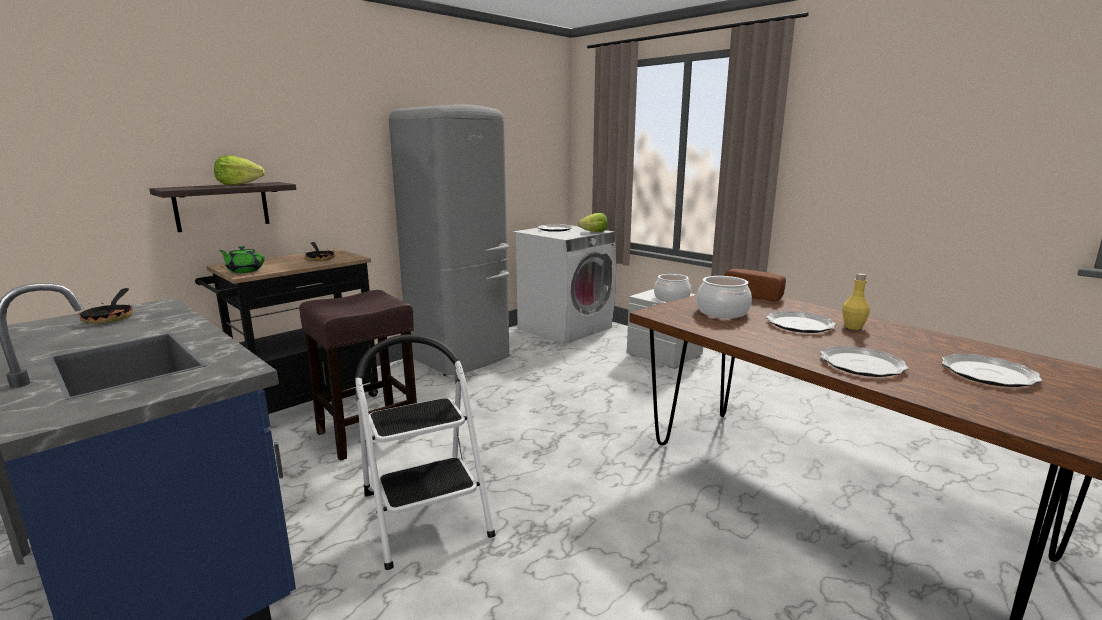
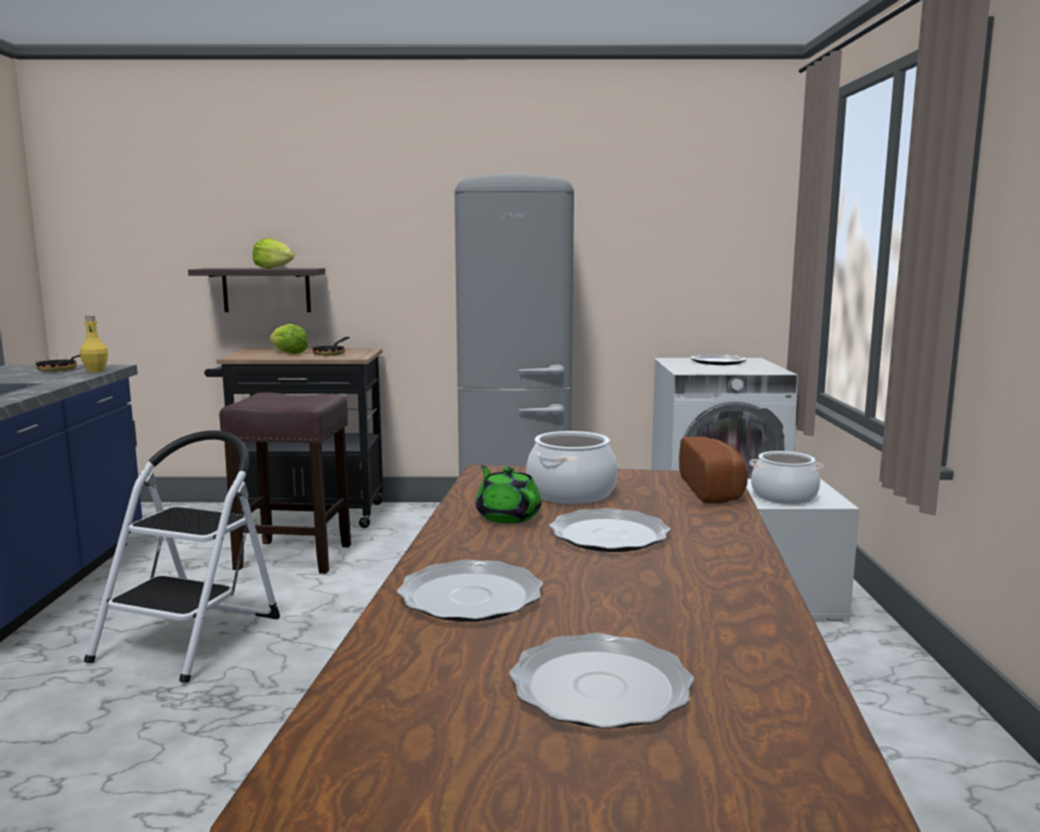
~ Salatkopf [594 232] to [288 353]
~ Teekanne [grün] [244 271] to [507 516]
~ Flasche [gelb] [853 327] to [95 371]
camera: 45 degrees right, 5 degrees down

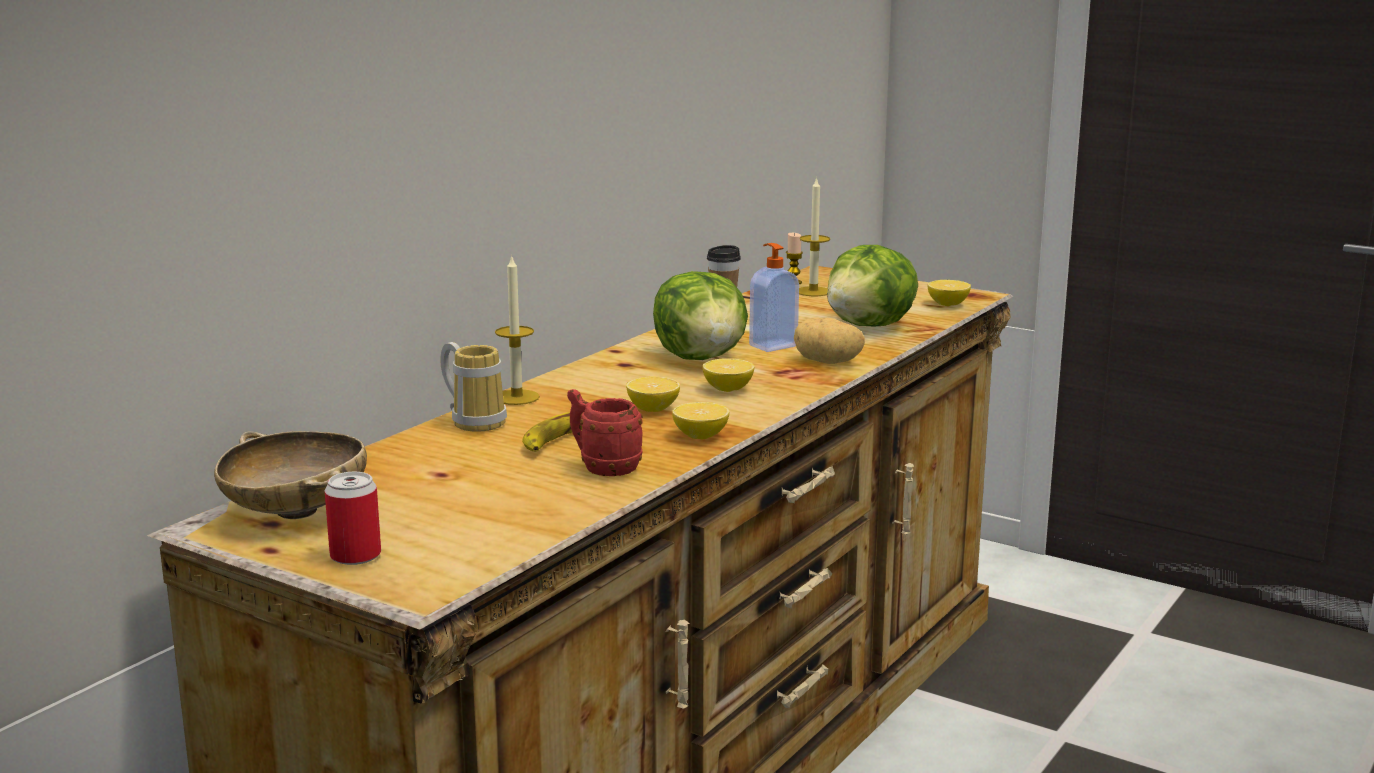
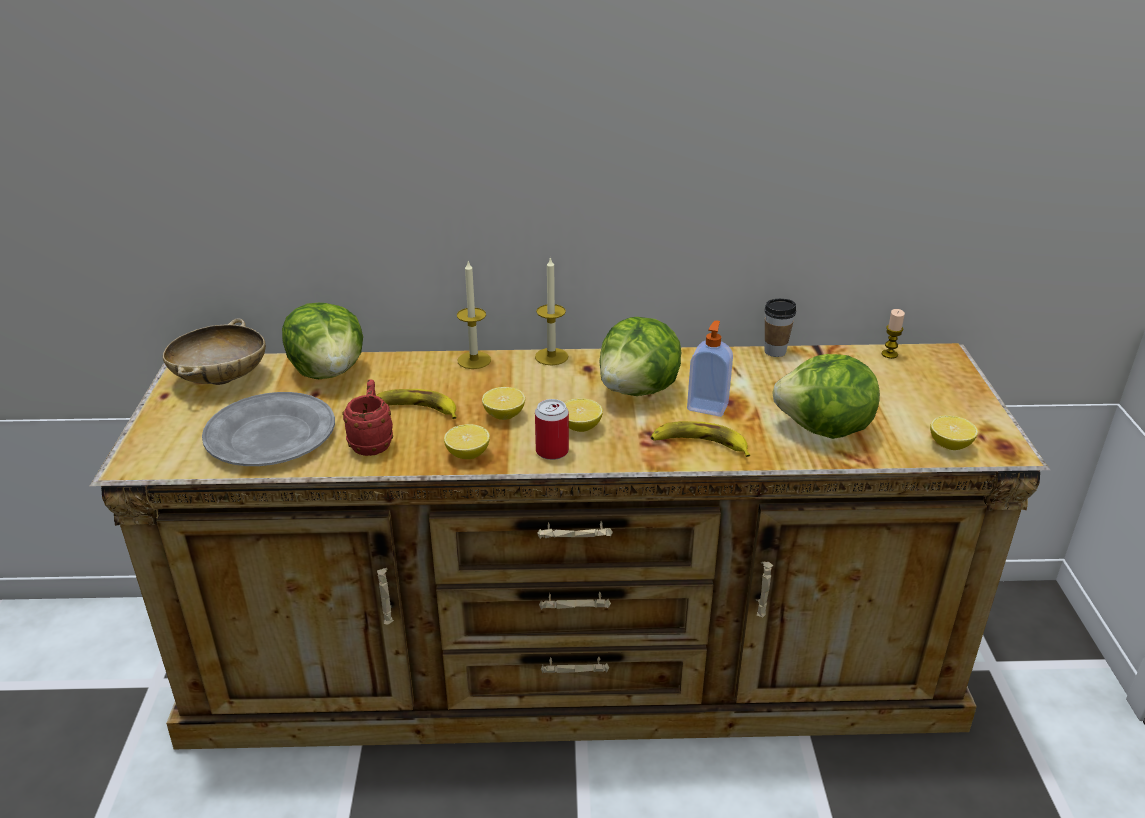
~ Kerze [813 291] to [551 356]
~ Kartoffel [827 362] to Banane [699 444]
- Henkelbecher [476 421]
~ Dose [355 556] to [552 451]
+ Salatkopf [329 372]
+ Teller [grau] [270 436]
camera: 55 degrees right, 15 degrees up

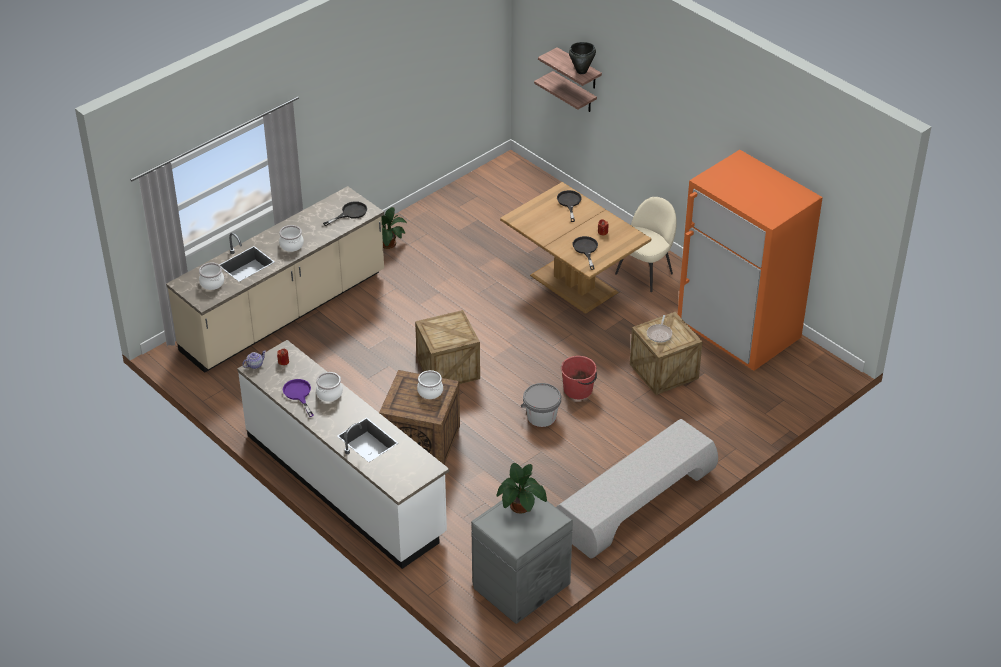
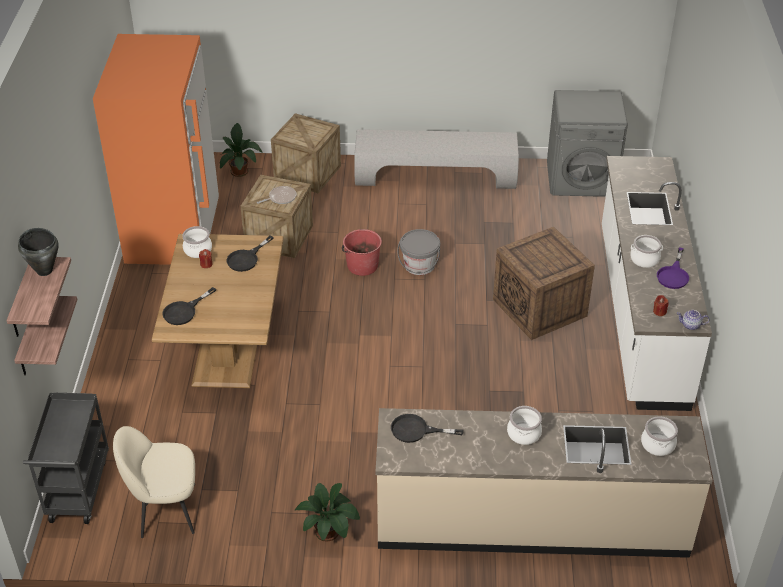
~ Stuhl [beige] [645 272] to [165 510]
~ Kiste [448 368] to [307 173]
~ Kochtopf [430 391] to [198 250]
~ Topfpflanze [520 507] to [240 170]
+ Rollwagen [grau] [78 493]
camera: 135 degrees left, 0 degrees up

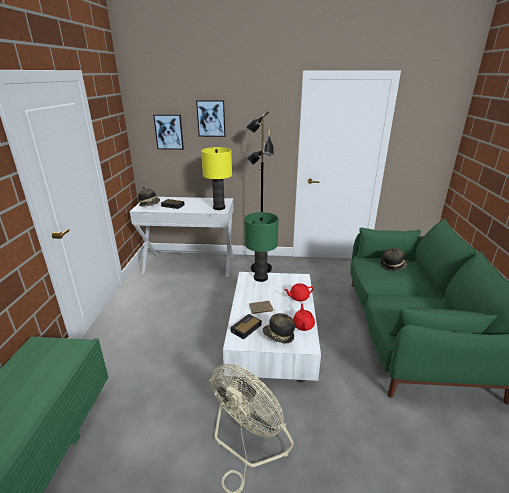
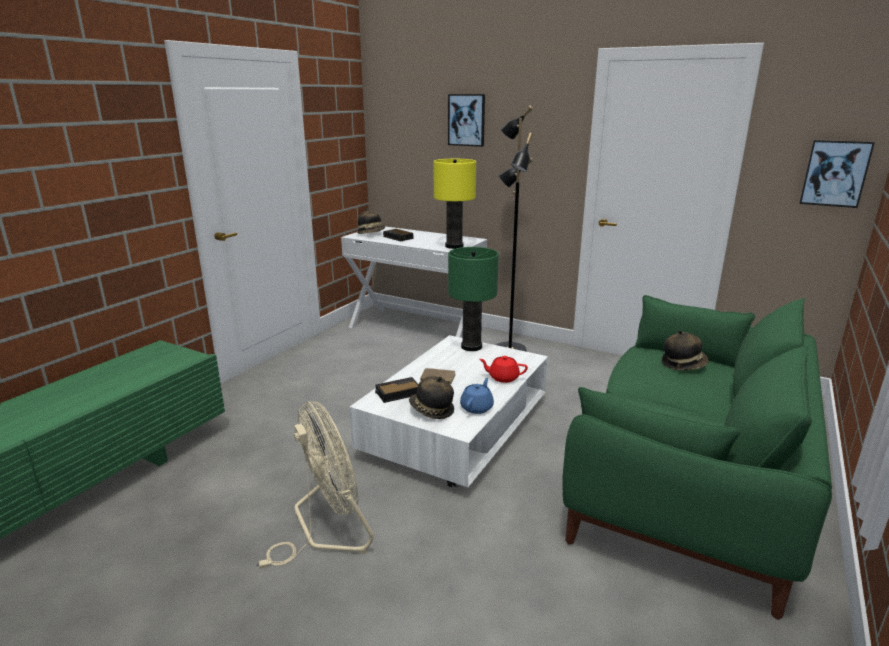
~ Bild [169 132] to [835 173]
~ Teekanne [rot] [303 325] to Teekanne [blau] [477 407]
camera: 25 degrees right, 5 degrees down

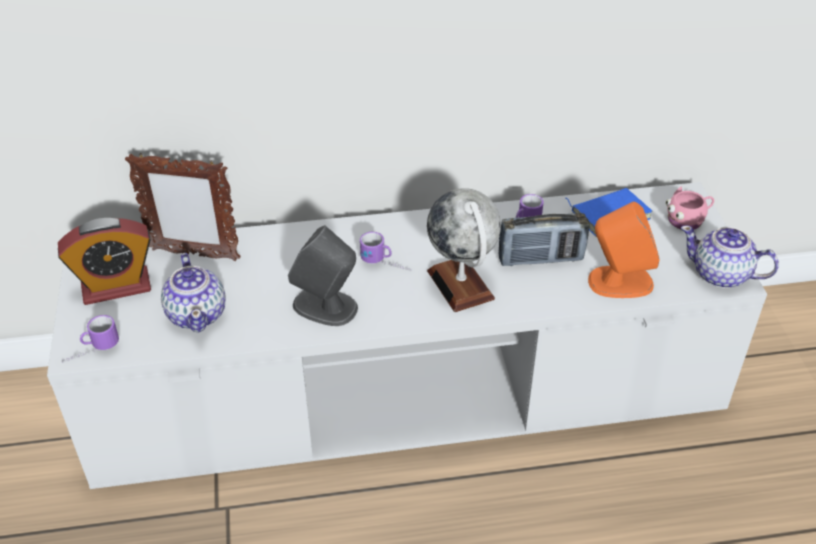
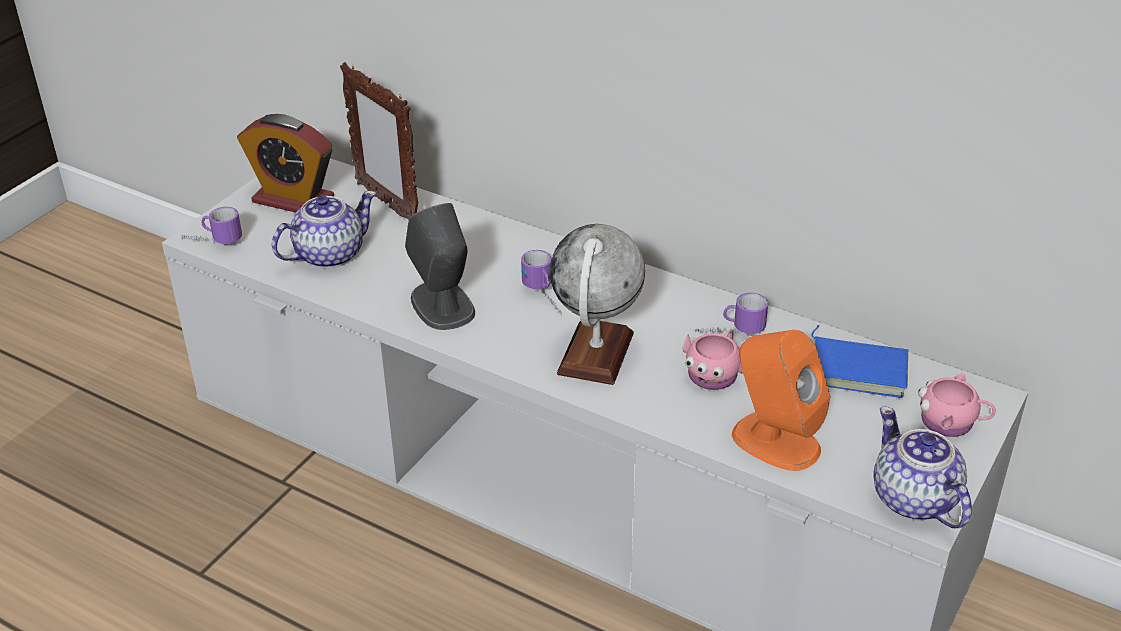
~ Radio [540 259] to Henkelbecher [rosa] [714 373]
~ Teekanne [197 314] = [328 254] 150 degrees counterclockwise
camera: 40 degrees right, 5 degrees down

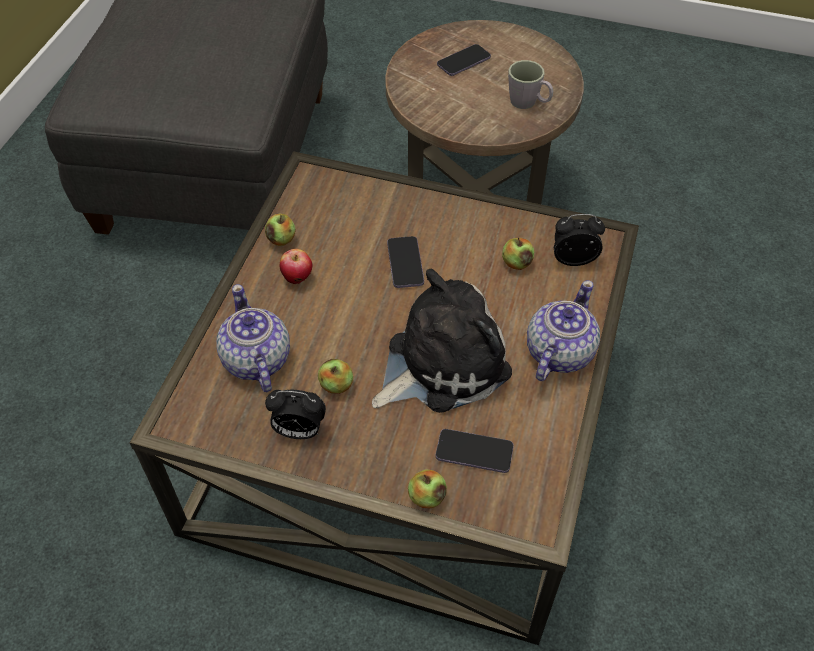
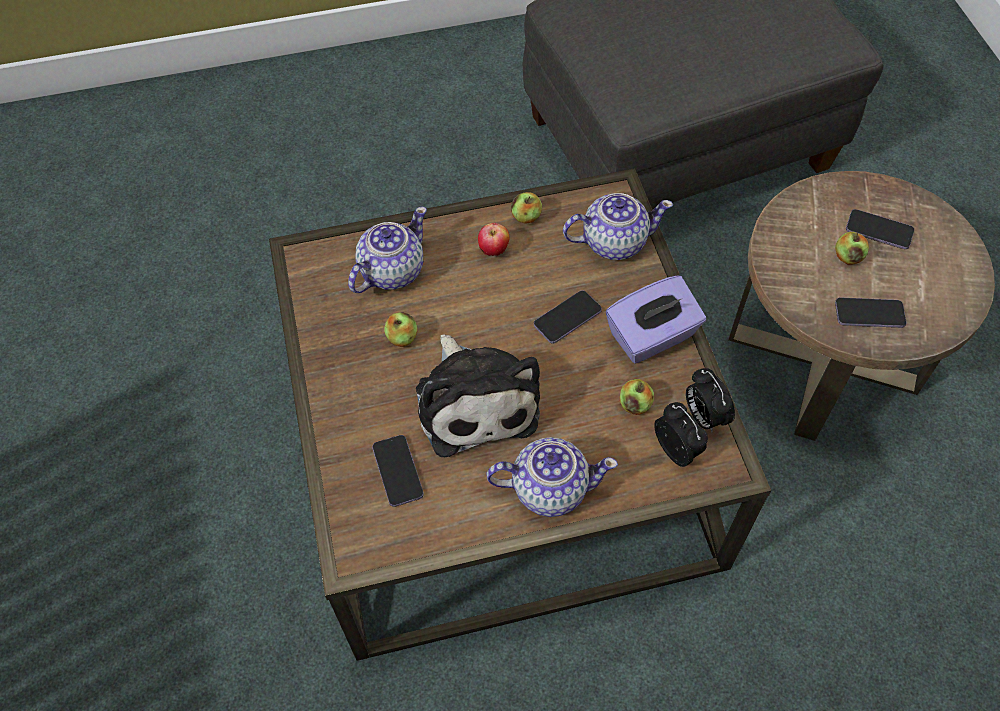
~ Henkelbecher [grau] [528 103] to Handy [869 314]
~ Plüschtier [440 363] = [475 400] 45 degrees clockwise
~ Wecker [298 431] to [704 416]
~ Apfel [427 497] to [847 257]
+ Teekanne [613 242]
+ Taschentuchbox [lila] [652 337]
camera: 60 degrees right, 5 degrees up

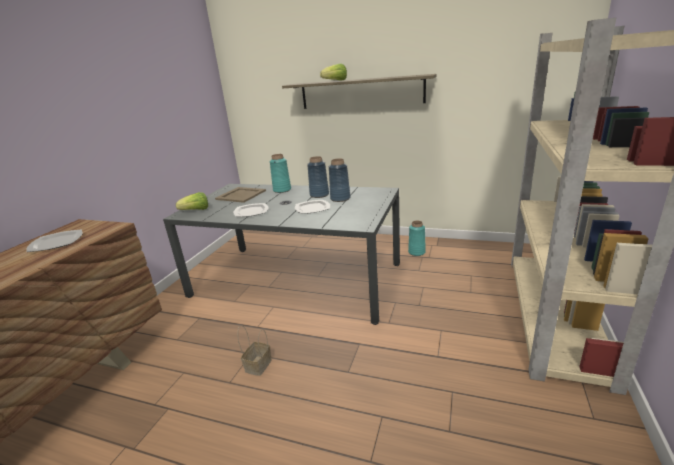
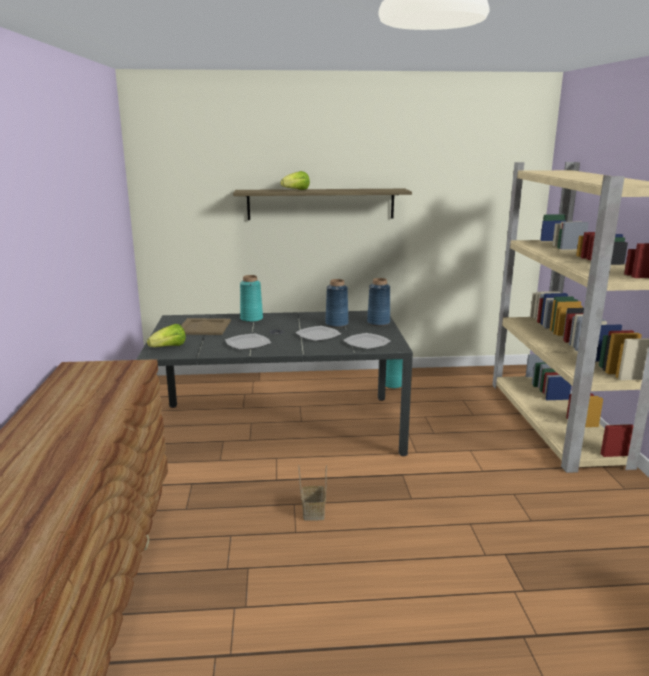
~ Vase [blau] [319 195] to [378 323]
~ Teller [56 242] to [366 343]
camera: 25 degrees left, 5 degrees down

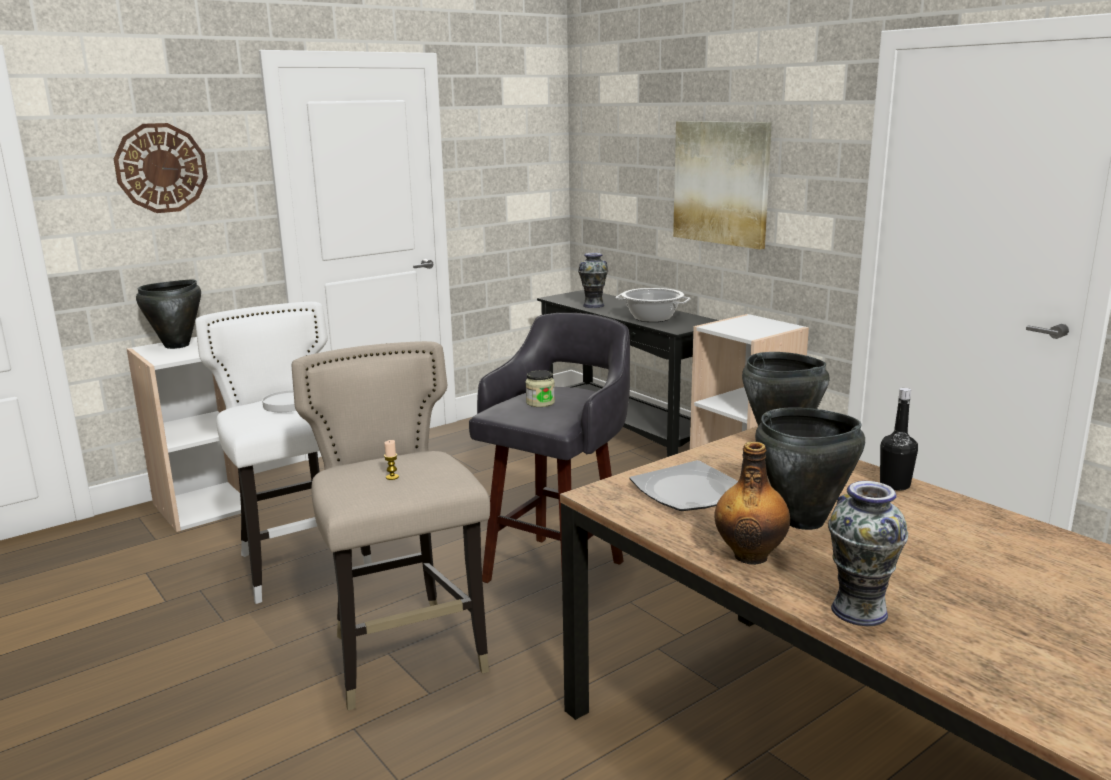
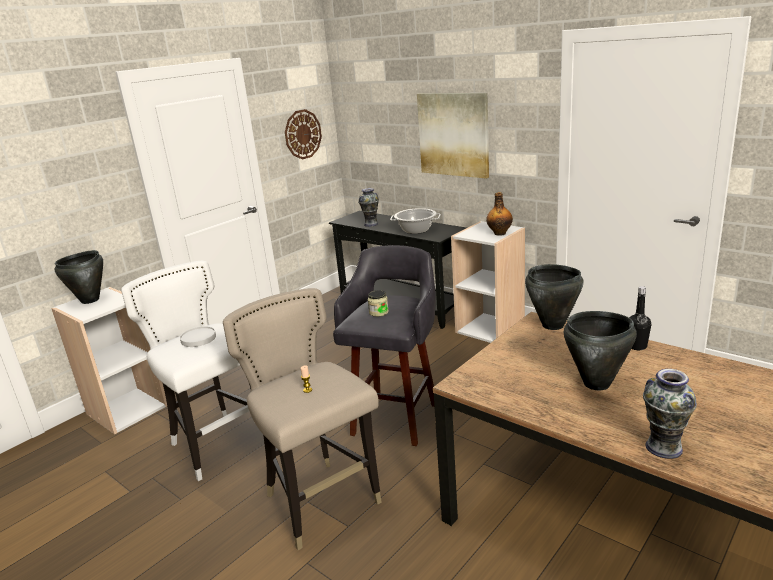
~ Wanduhr [161 168] to [302 134]
~ Flasche [750 555] to [499 233]
- Teller [688 491]
camera: 10 degrees left, 5 degrees up

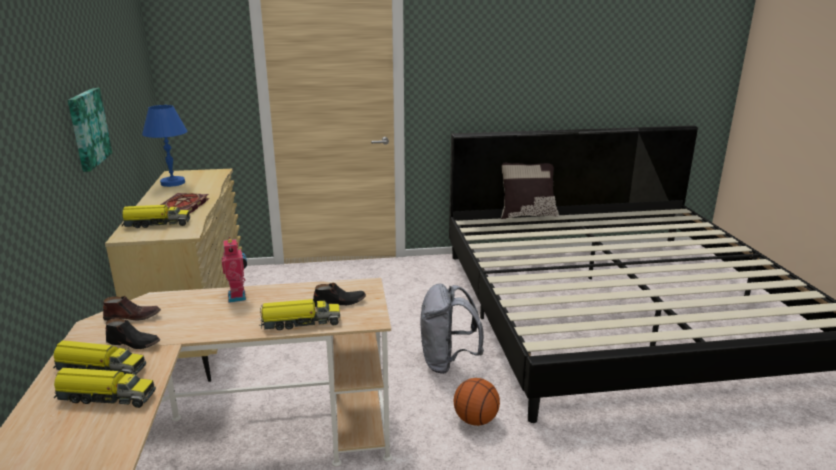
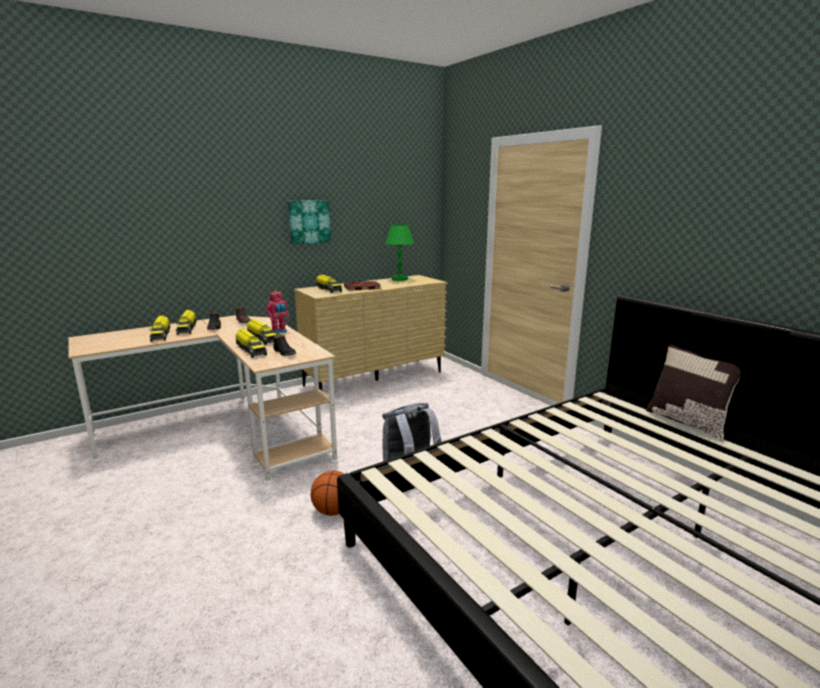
~ Tischlampe [blau] [172 183] to Tischlampe [grün] [399 279]
+ Spielzeuglaster [262 338]
camera: 65 degrees right, 5 degrees down

